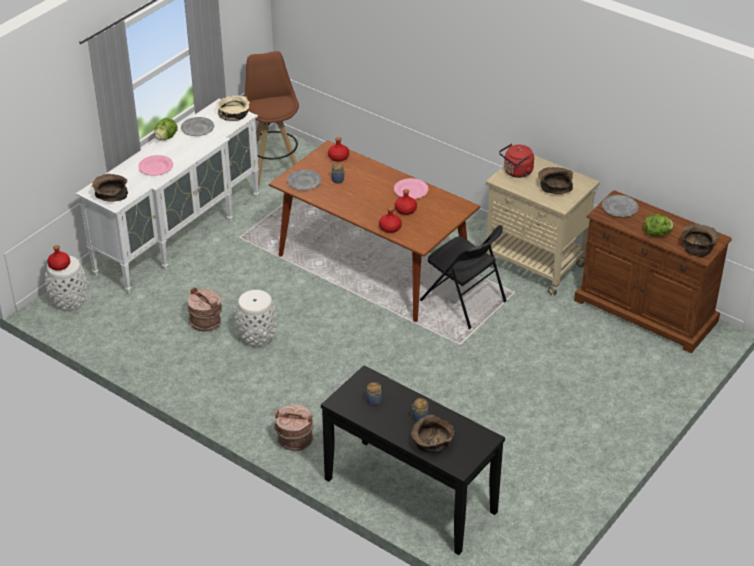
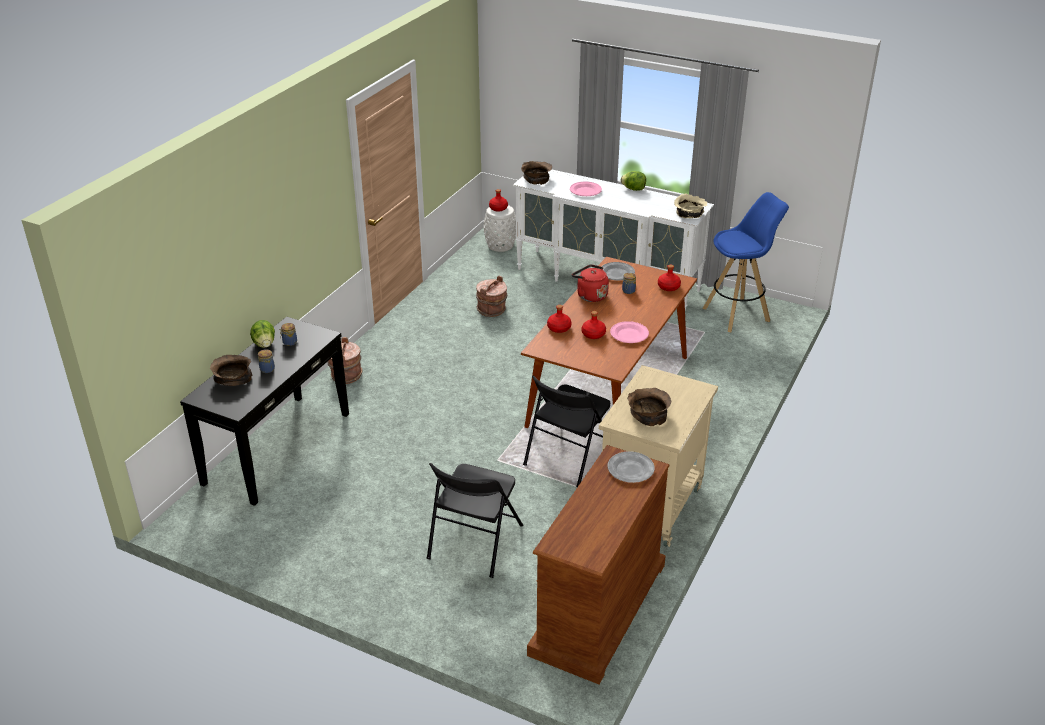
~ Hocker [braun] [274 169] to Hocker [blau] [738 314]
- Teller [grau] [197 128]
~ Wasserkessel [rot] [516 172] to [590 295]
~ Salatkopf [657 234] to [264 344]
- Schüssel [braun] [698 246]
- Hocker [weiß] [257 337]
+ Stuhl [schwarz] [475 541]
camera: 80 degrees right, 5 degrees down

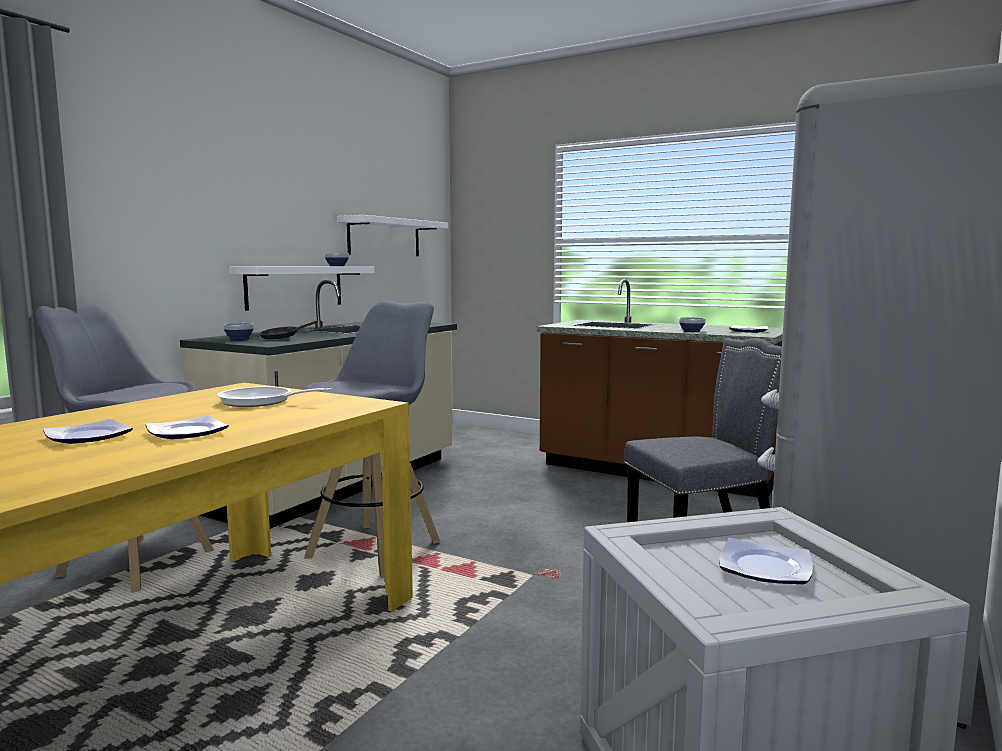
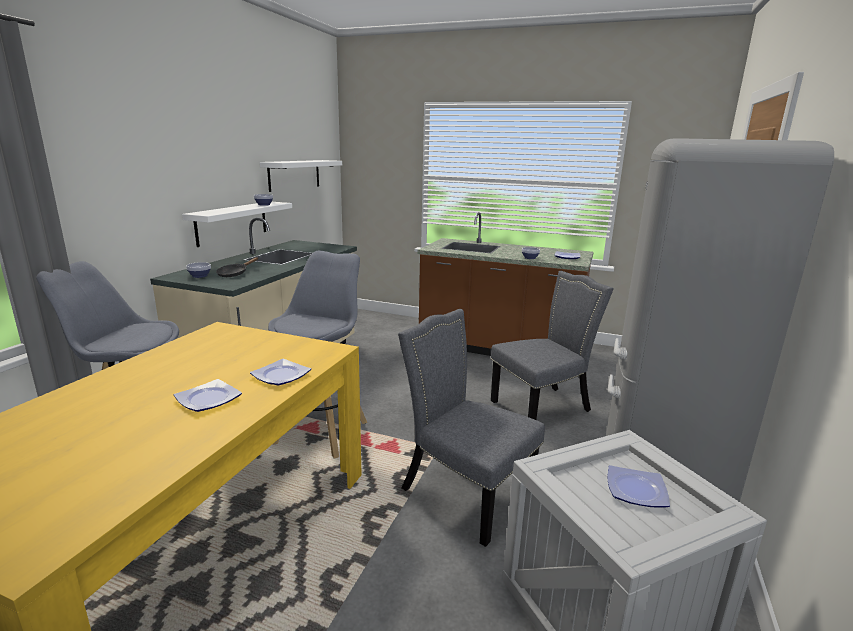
- Pfanne [261 402]
~ Teller [86 437] to [280 376]
+ Stuhl [grau] [466 496]
camera: 10 degrees left, 10 degrees up

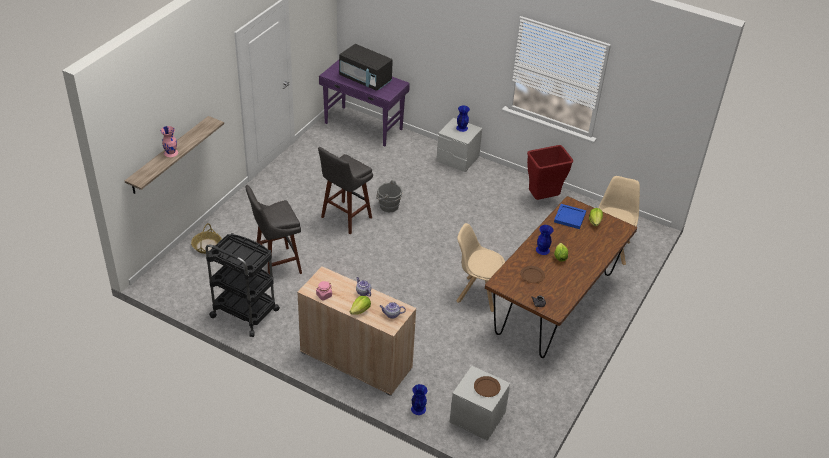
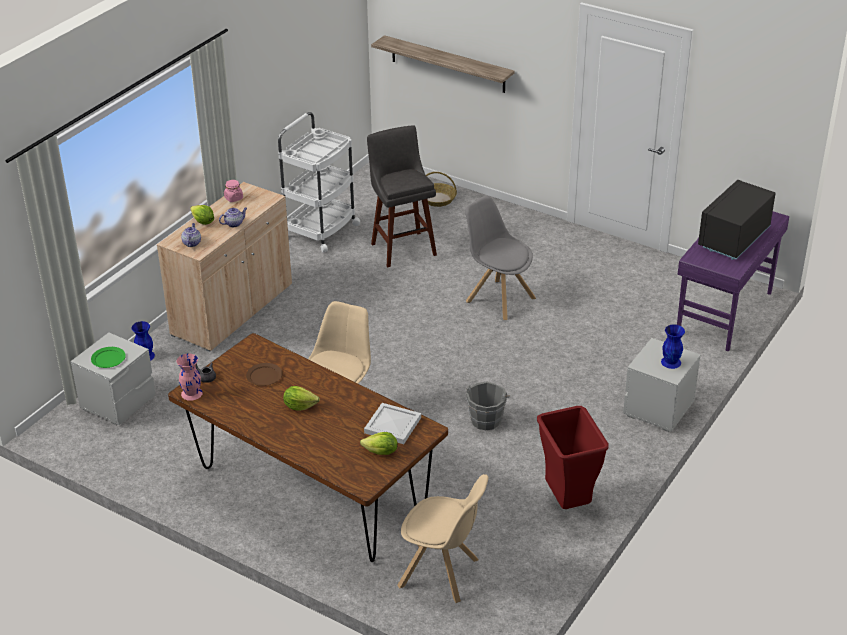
~ Vase [rosa] [171 152] to [192 393]
~ Hocker [grau] [344 218] to Stuhl [grau] [498 298]
~ Eimer [grau] [388 206] to [486 419]
~ Tablett [blau] [570 218] to Tablett [weiß] [391 425]
- Vase [blau] [542 250]
~ Rollwagen [schwarz] [245 313] to Rollwagen [weiß] [321 231]
~ Teller [braun] [486 387] to Teller [grün] [108 359]
camera: 95 degrees right, 5 degrees down

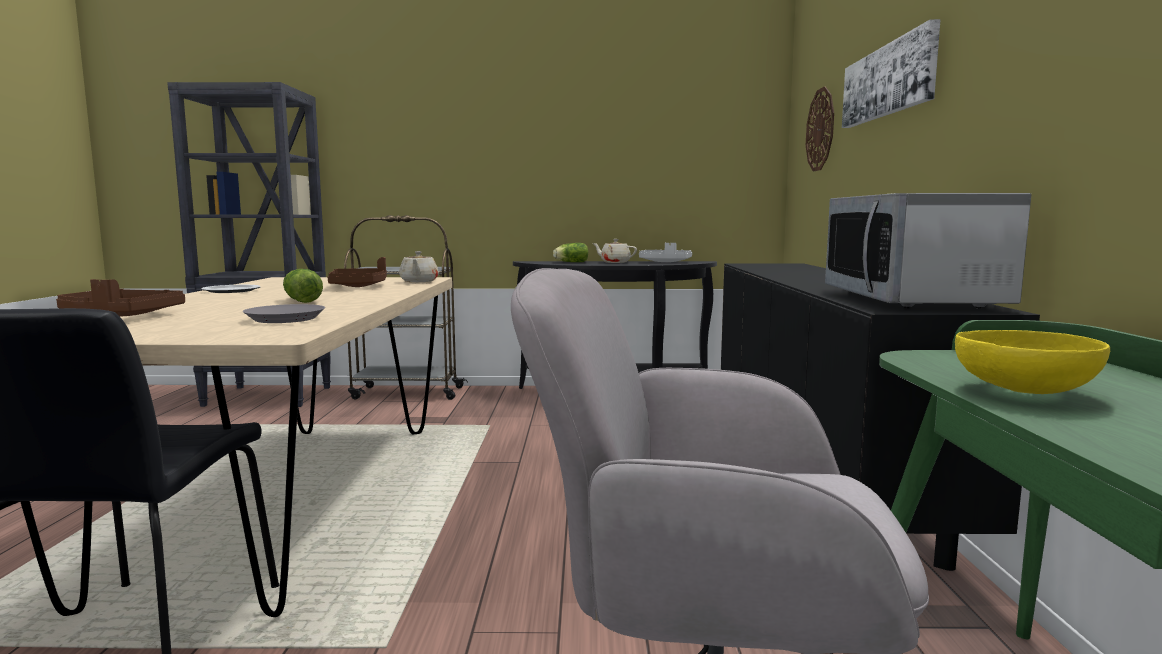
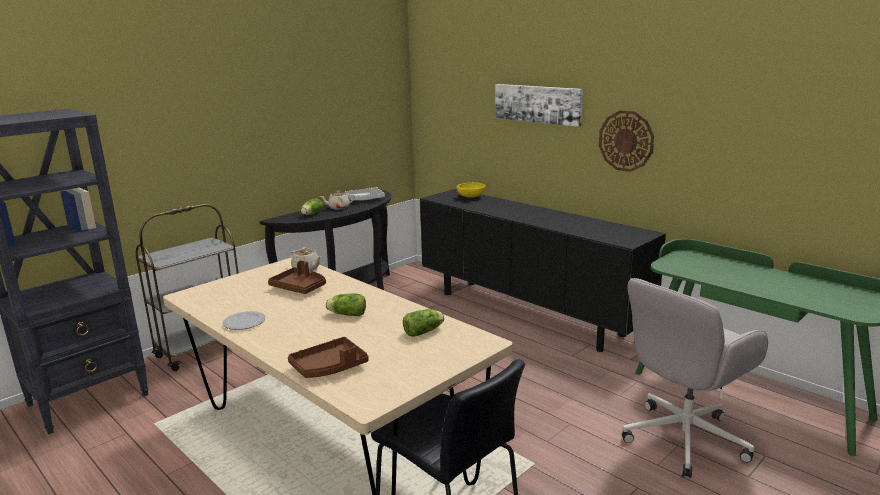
~ Wanduhr [820 129] to [626 141]
- Mikrowelle [911 300]
~ Teller [grau] [285 319] to Salatkopf [424 331]
~ Schüssel [gelb] [1023 393] to [471 197]
camera: 45 degrees left, 10 degrees up

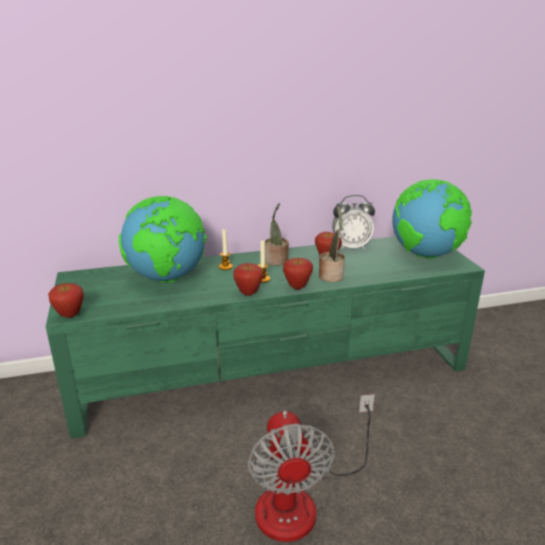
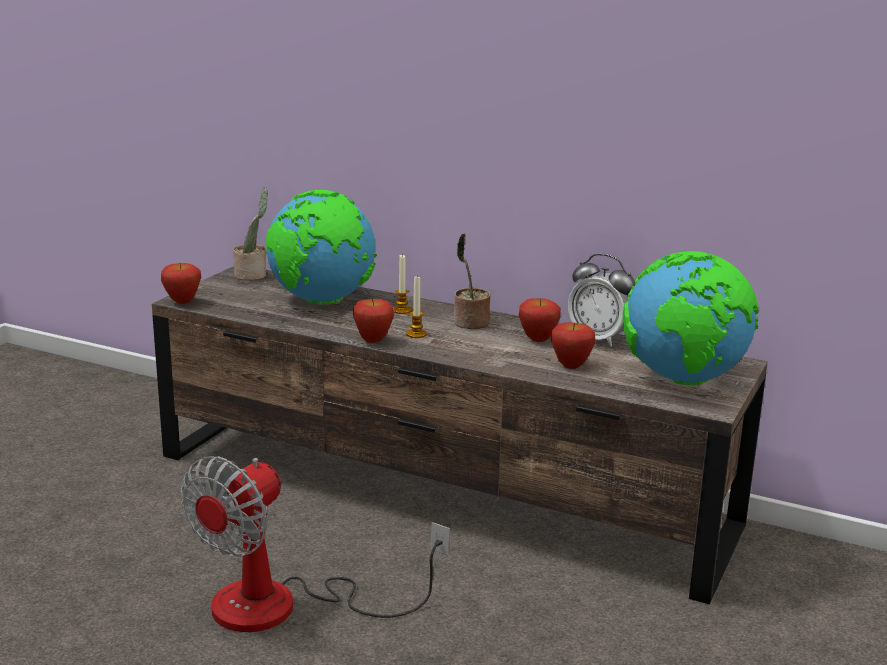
~ Topfpflanze [331 275] to [252 275]
~ Fernsehschrank [grün] [274 371] to Fernsehschrank [braun] [443 490]
~ Apfel [297 287] to [571 366]
camera: 40 degrees right, 5 degrees down

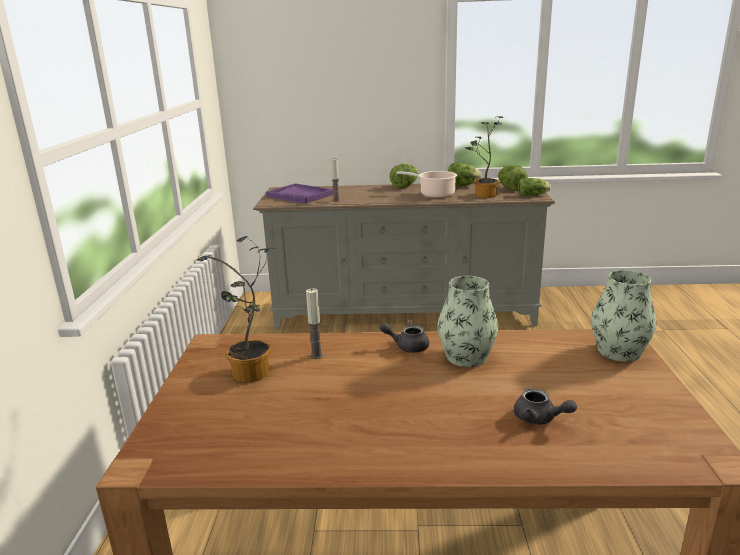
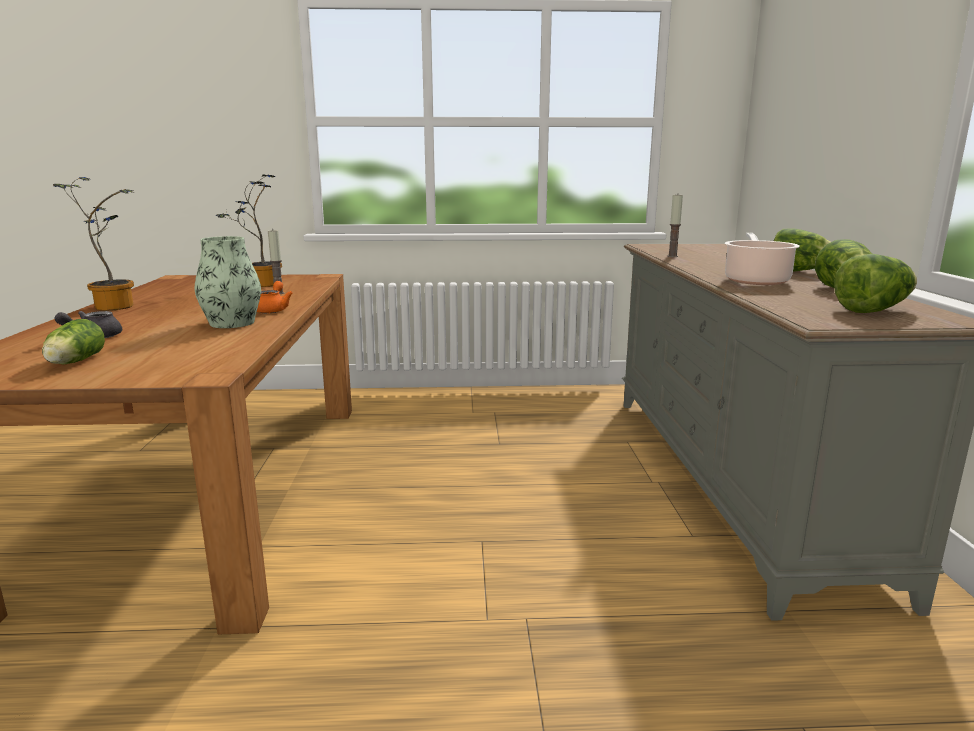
~ Topfpflanze [483 196] to [114 306]
~ Salatkopf [533 195] to [74 362]
- Tablett [lila] [300 195]
- Vase [618 351]
~ Teekanne [grau] [407 346] to Teekanne [orange] [273 310]
camera: 85 degrees right, 5 degrees down

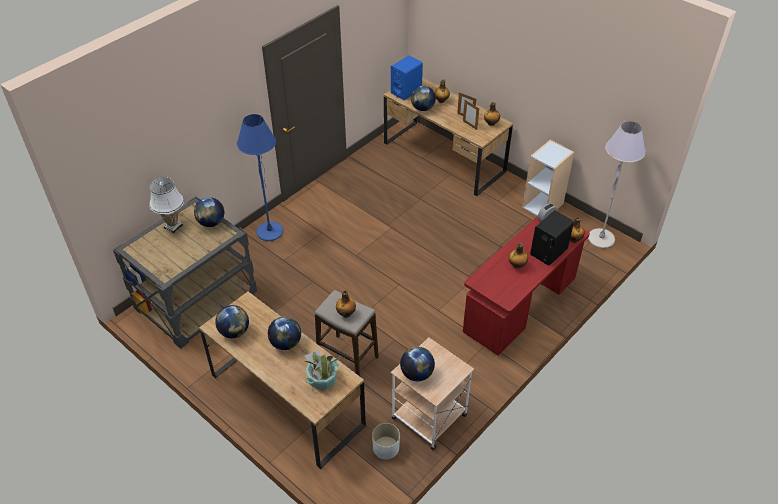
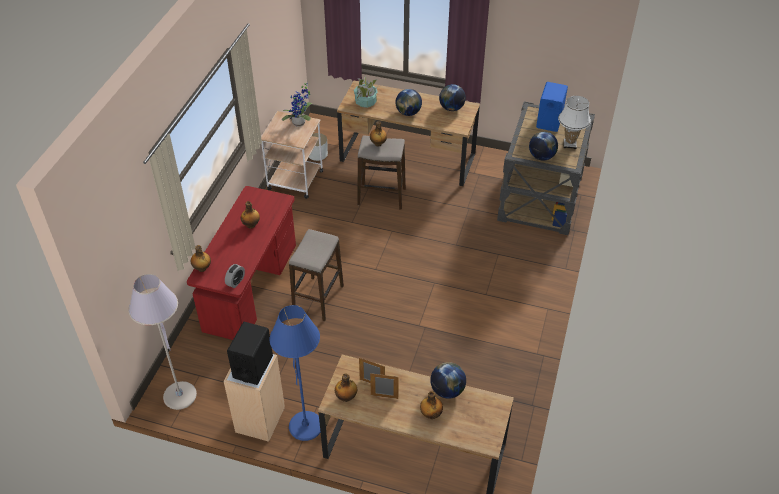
~ Lautsprecher [blau] [406 91] to [549 121]
~ Stehlampe [blau] [270 231] to [305 426]
~ Lautsprecher [schwarz] [548 252] to [253 367]
~ Globus [417 374] to Topfpflanze [300 123]
+ Hocker [318 299]
camera: 155 degrees right, 0 degrees up

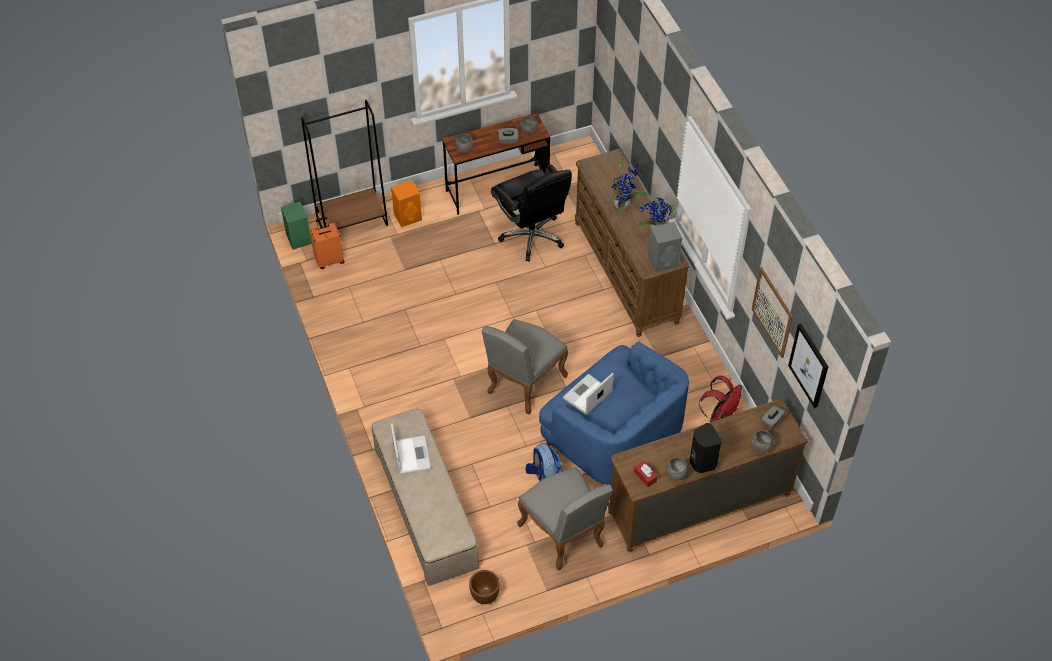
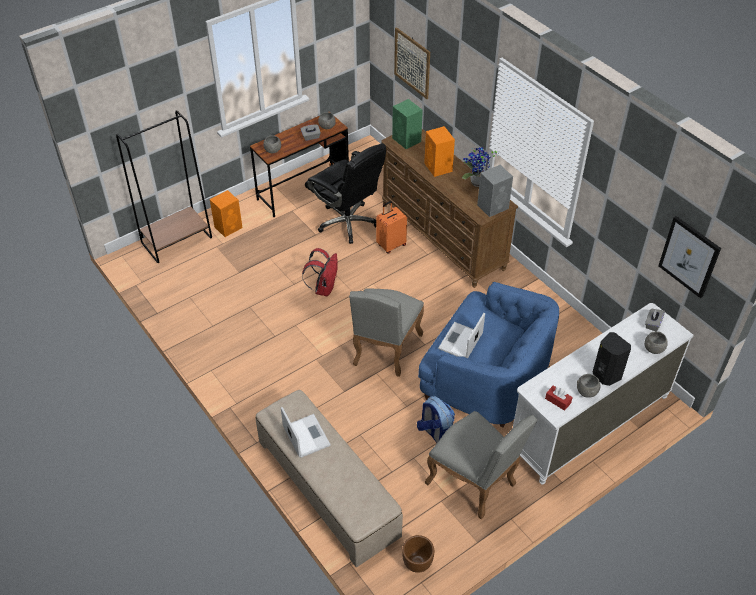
~ Topfpflanze [624 205] to Lautsprecher [orange] [438 168]
~ Lautsprecher [grün] [299 239] to [407 140]
~ Koffer [orange] [329 260] to [391 245]
~ Bild [773 311] to [412 62]
~ Rucksack [rot] [720 416] to [324 288]
~ Kommode [braun] [698 505] to Kommode [weiß] [588 424]
camera: 15 degrees left, 5 degrees down

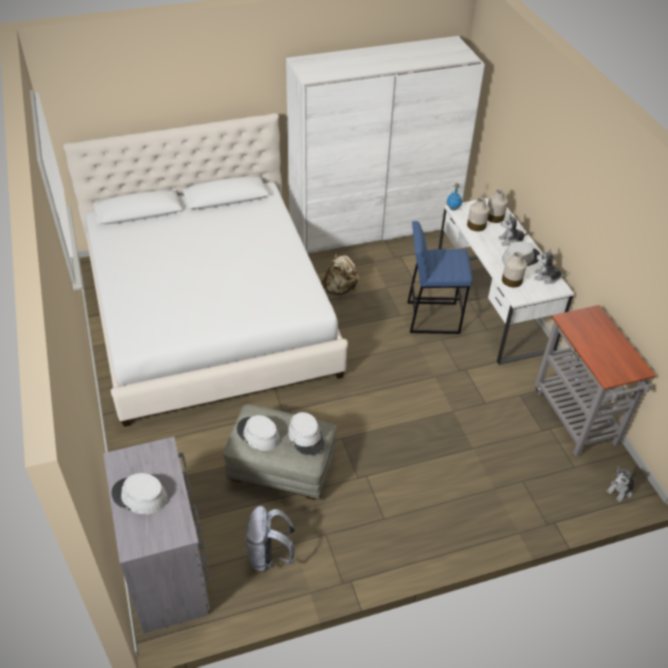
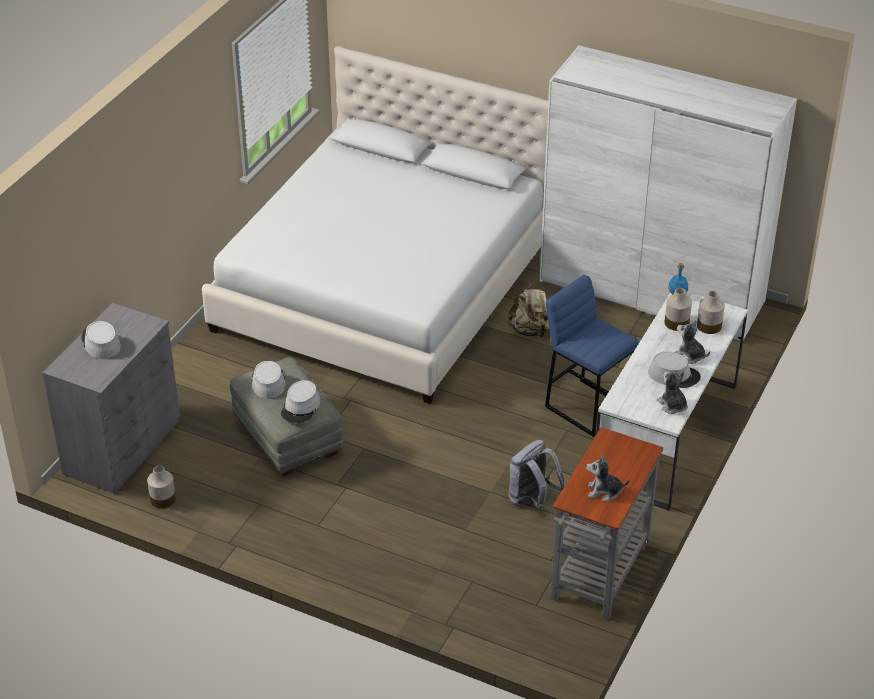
~ Vase [beige] [511 280] to [162 499]
~ Plüschtier [620 490] to [604 491]
~ Rucksack [grau] [269 556] to [532 500]
camera: 45 degrees right, 5 degrees down

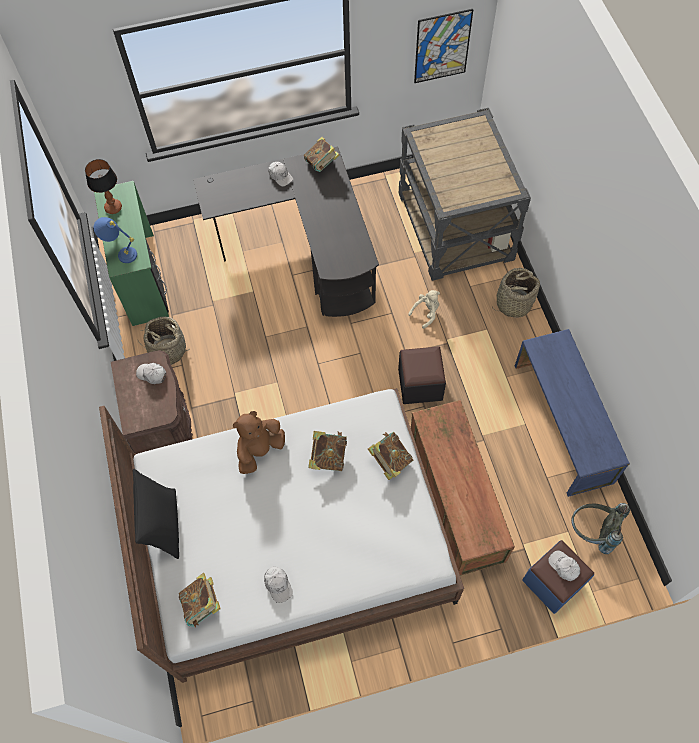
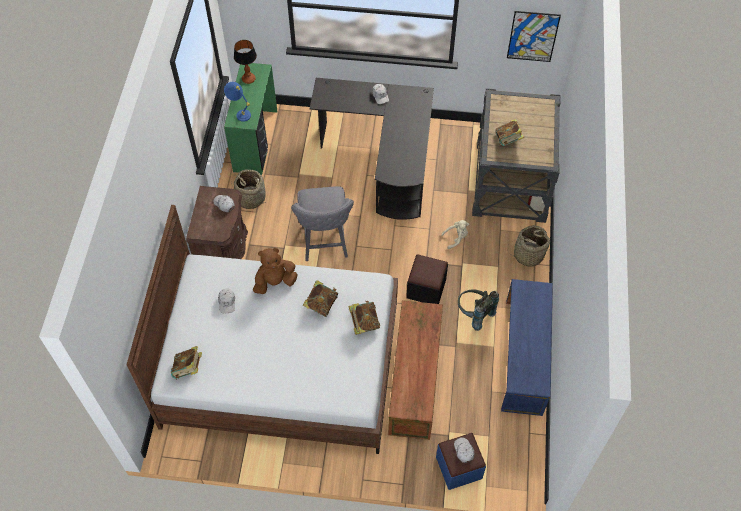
~ Buch [322 164] to [508 140]
- Kissen [schwarz] [163 525]
~ Rucksack [grau] [592 532] to [474 314]
~ Kappe [weiß] [278 585] to [227 302]
+ Hocker [grau] [325 243]
camera: 20 degrees right, 5 degrees down

